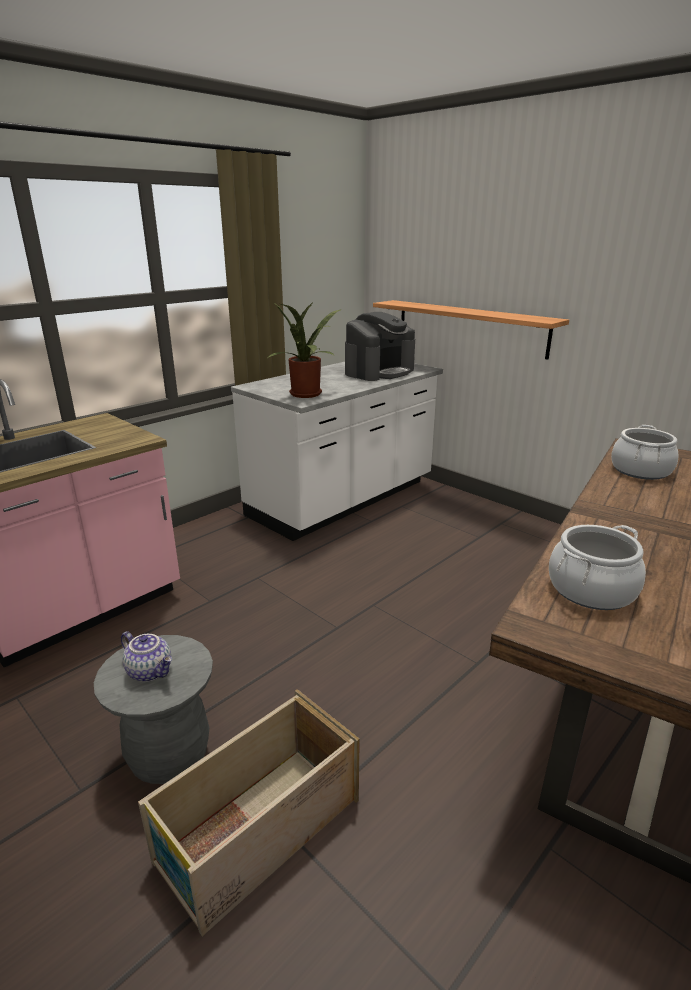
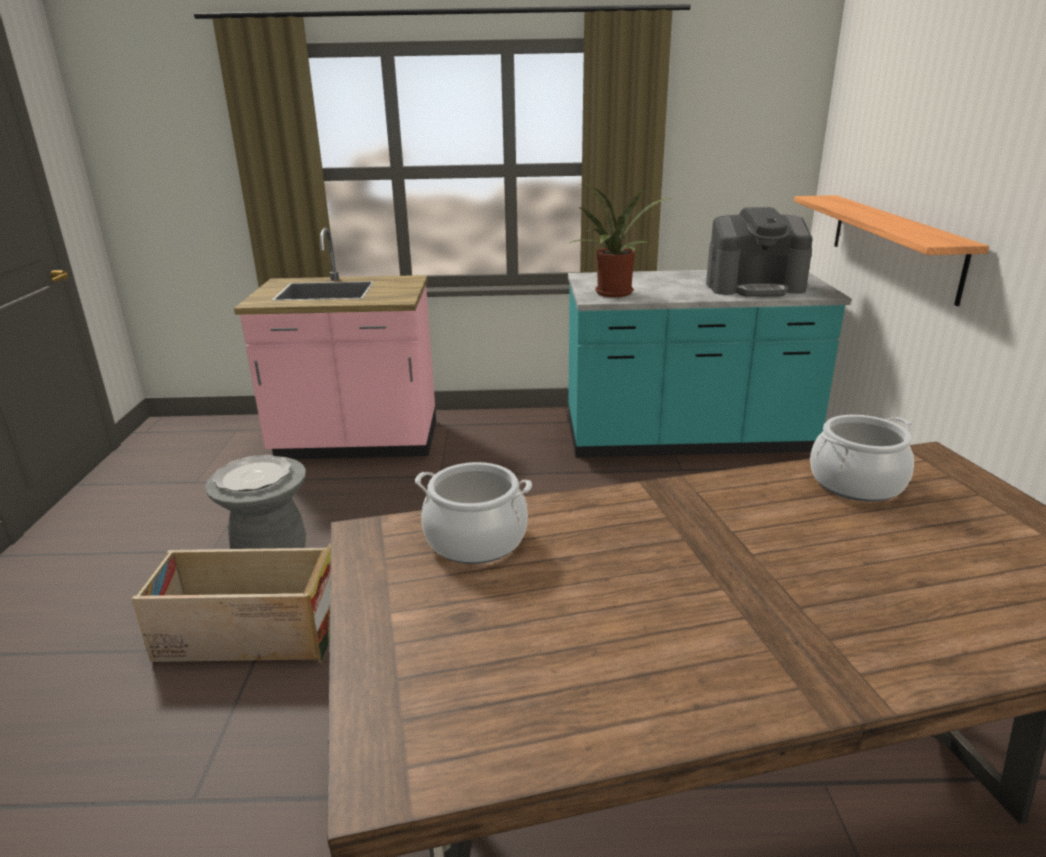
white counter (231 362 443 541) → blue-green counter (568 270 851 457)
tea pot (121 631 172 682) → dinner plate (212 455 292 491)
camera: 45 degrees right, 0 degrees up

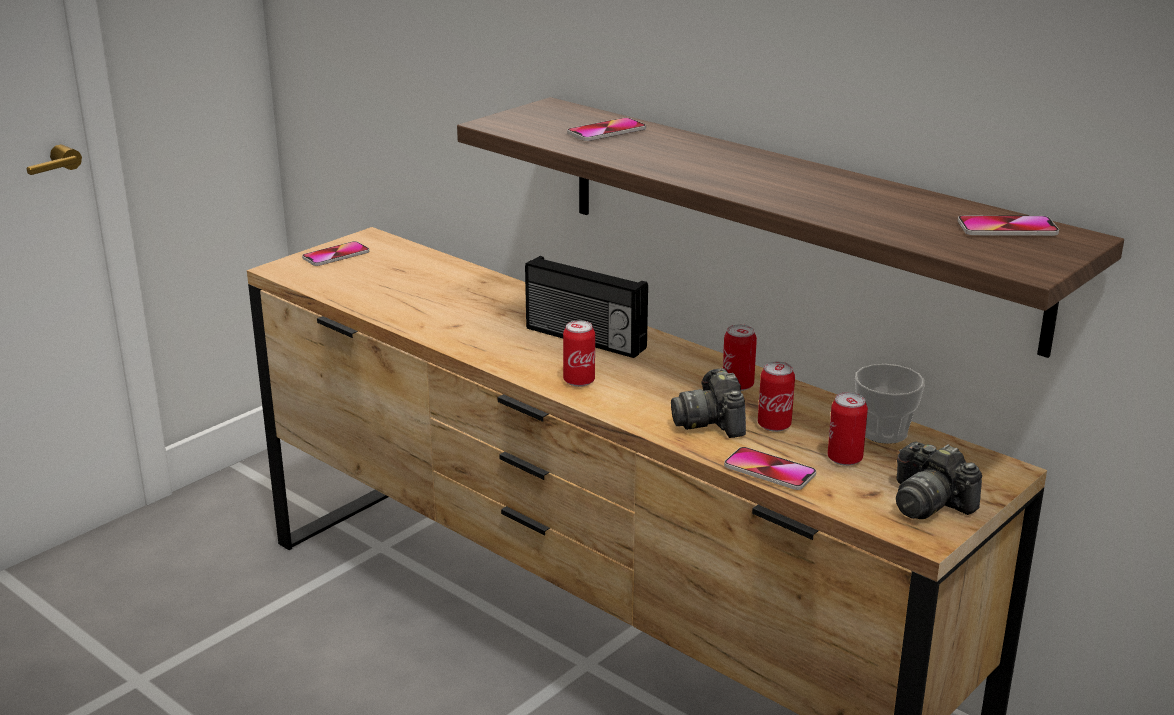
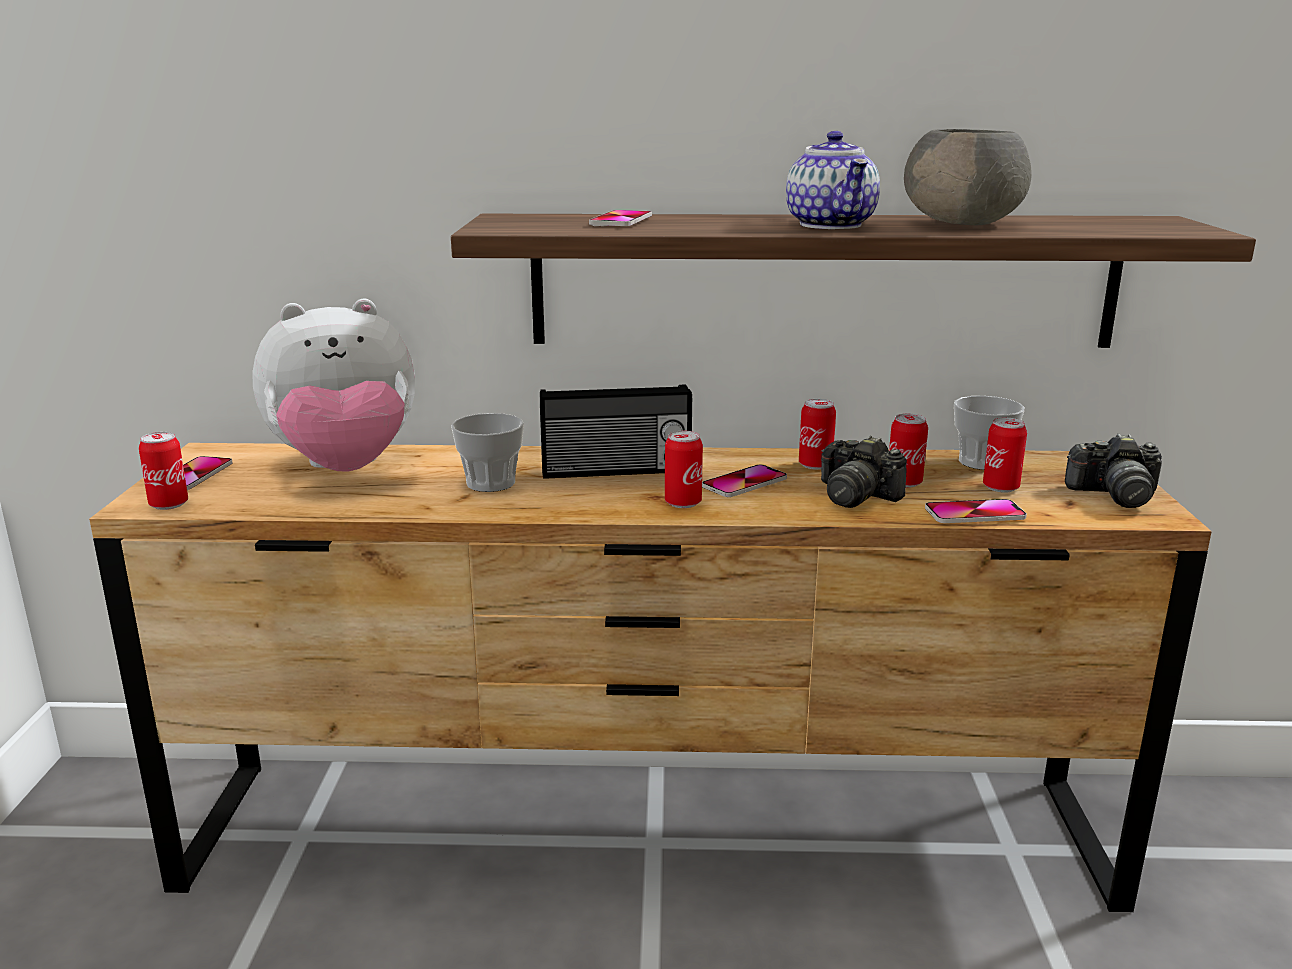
phone (958 215 1059 236) → phone (702 465 787 497), moved
- → greyish deep dish (904 129 1032 225)
- → tea pot (786 131 880 229)
- → soft toy (252 299 415 472)
- → drinking cup (451 413 524 492)
- → sealed can (139 432 188 510)
camera: 40 degrees left, 5 degrees down

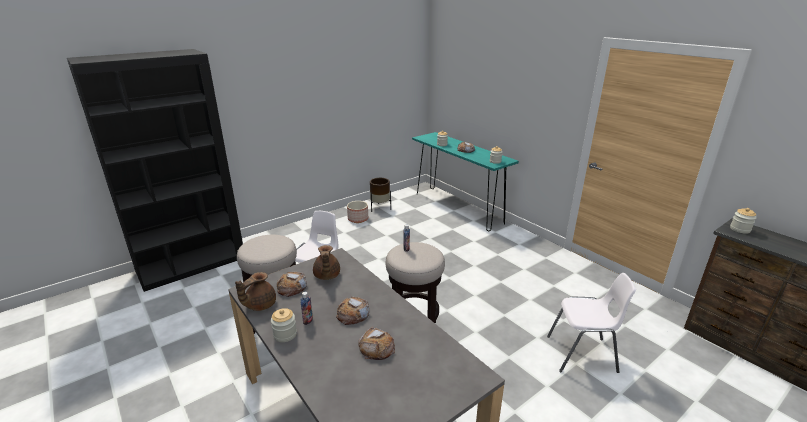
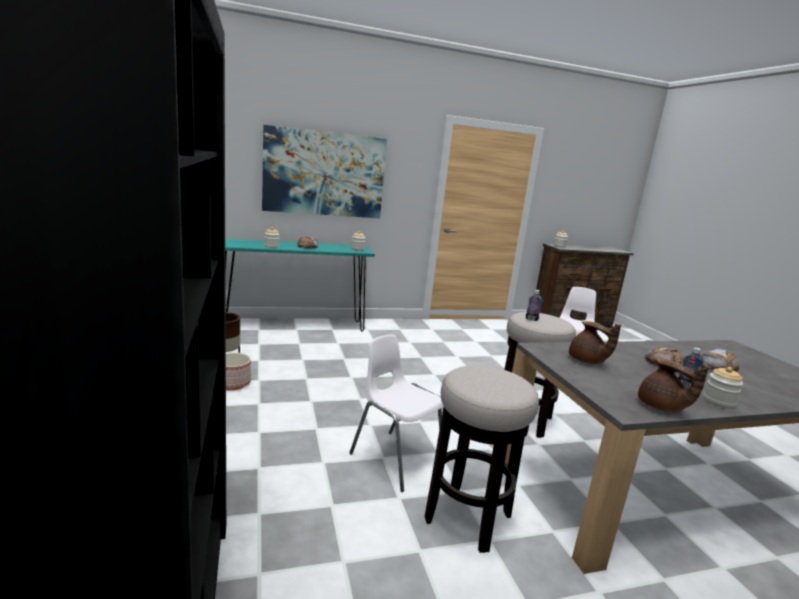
brown tea pot (313 245 340 280) → brown tea pot (569 321 621 364), 45 degrees clockwise
baked bread (277 272 307 297) → -
- → wall picture (262 125 387 219)
camera: 70 degrees left, 10 degrees down

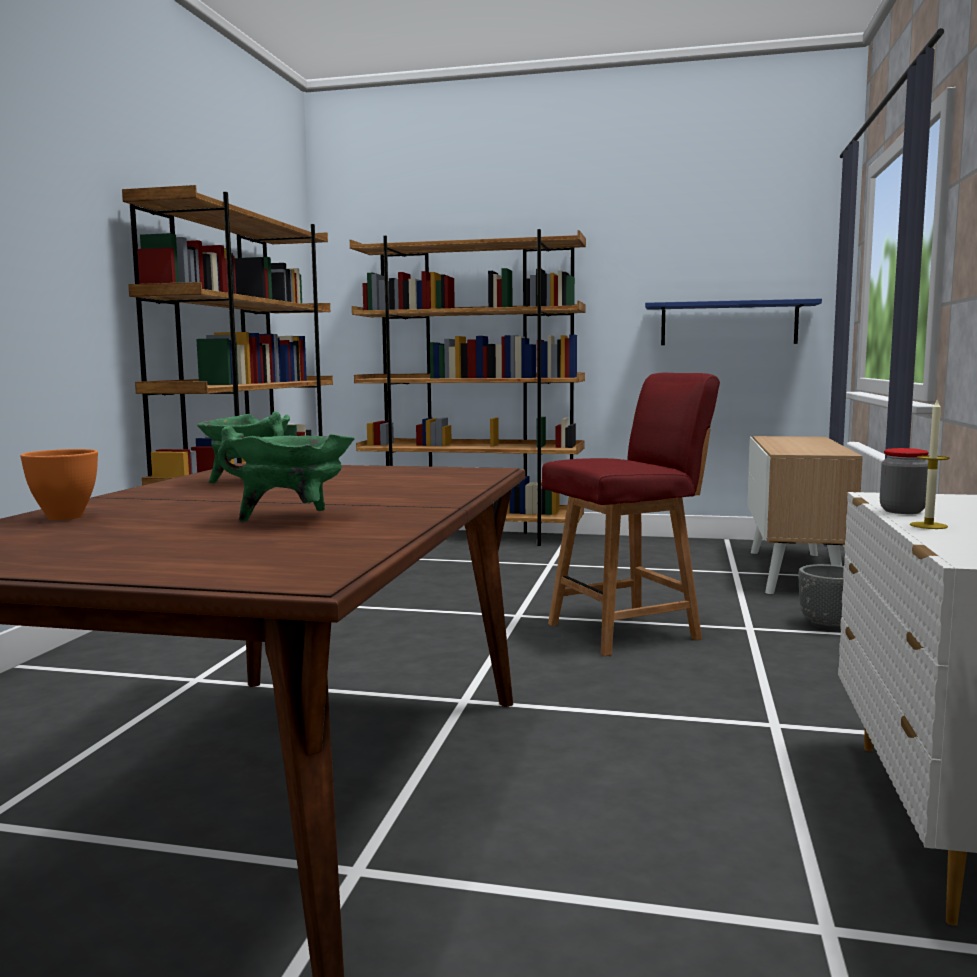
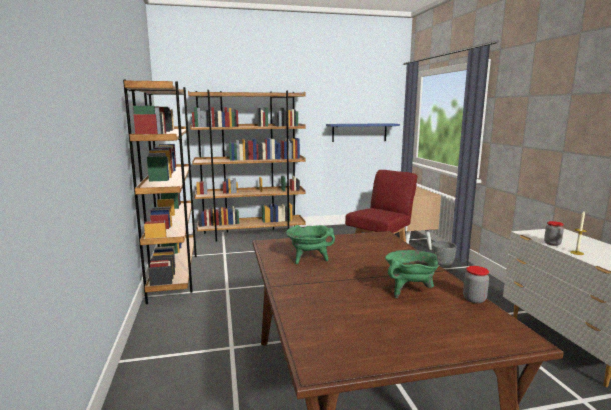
orange deep dish (20 449 98 520) → -
- → storage jar (463 266 489 303)
camera: 25 degrees left, 5 degrees up

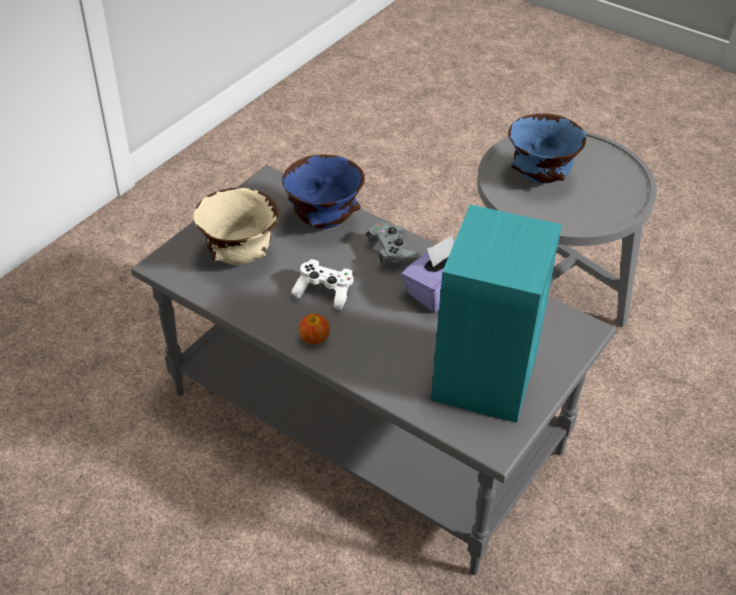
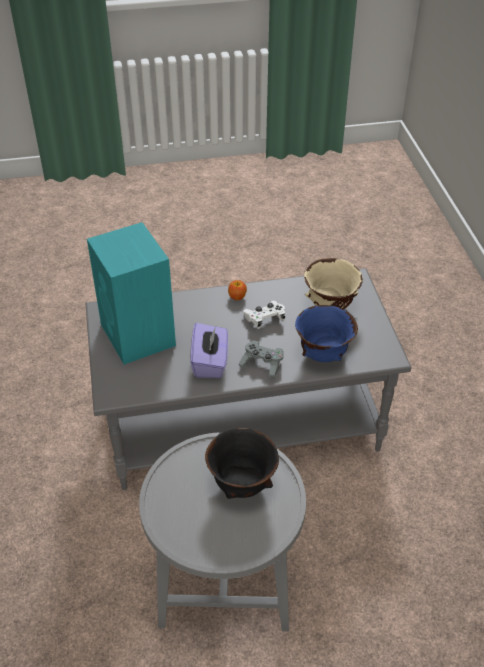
blue deep dish (508 114 586 184) → blackish deep dish (205 428 279 499)
camera: 135 degrees right, 0 degrees up

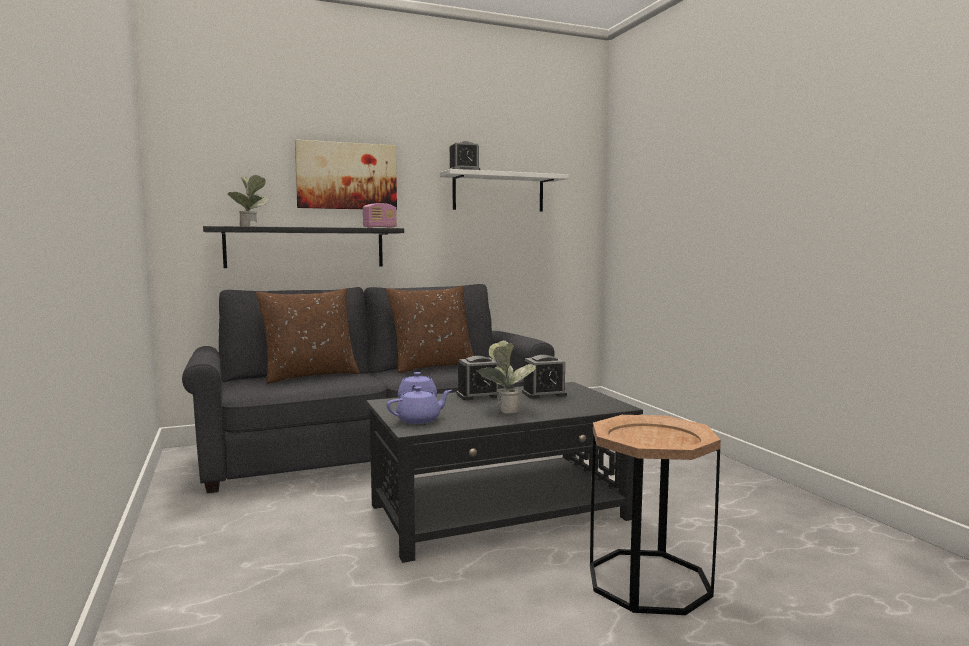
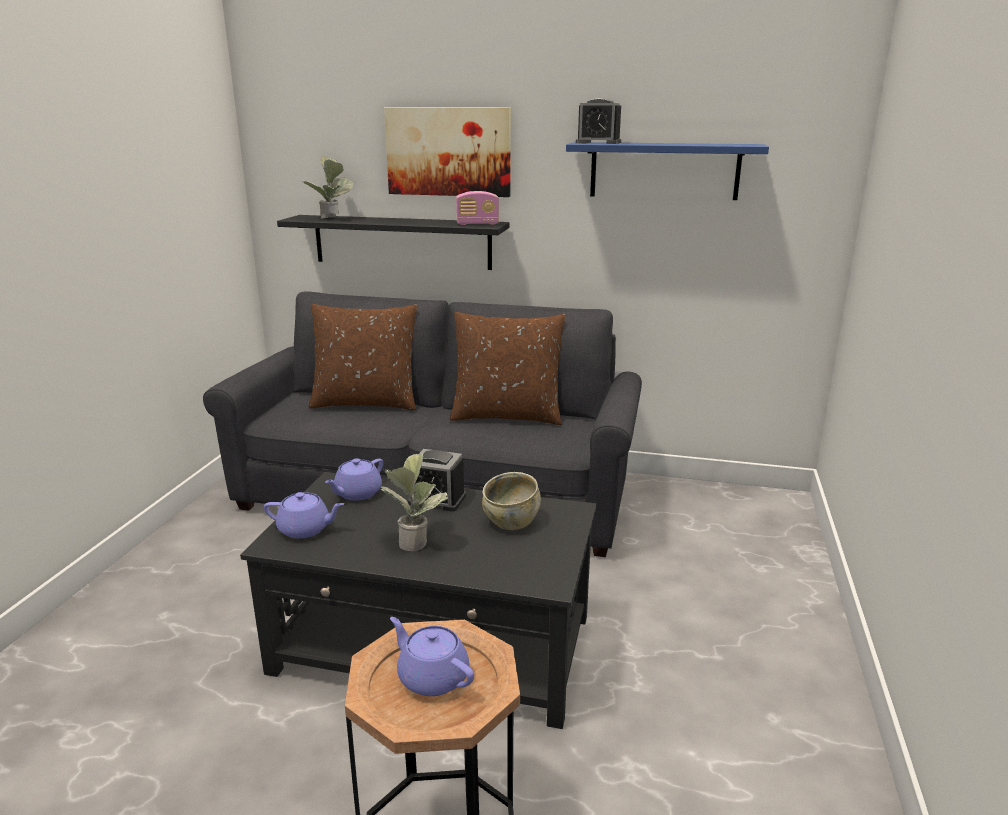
white wall shelf (440 169 569 212) → blue wall shelf (566 142 769 200)
bedside clock (522 355 567 399) → beige deep dish (482 472 541 530)
- → purple tea pot (390 617 474 696)
camera: 35 degrees right, 15 degrees up

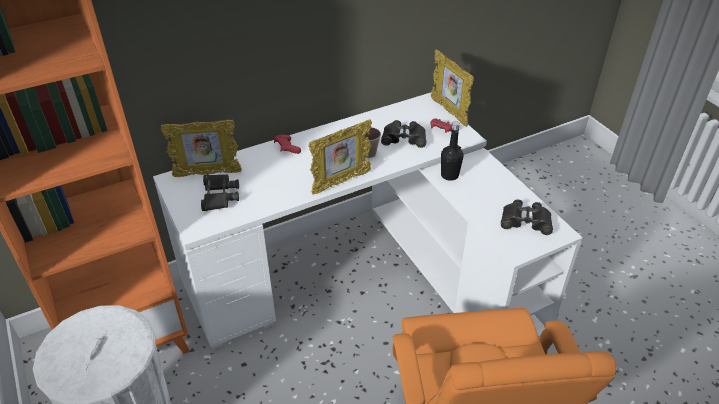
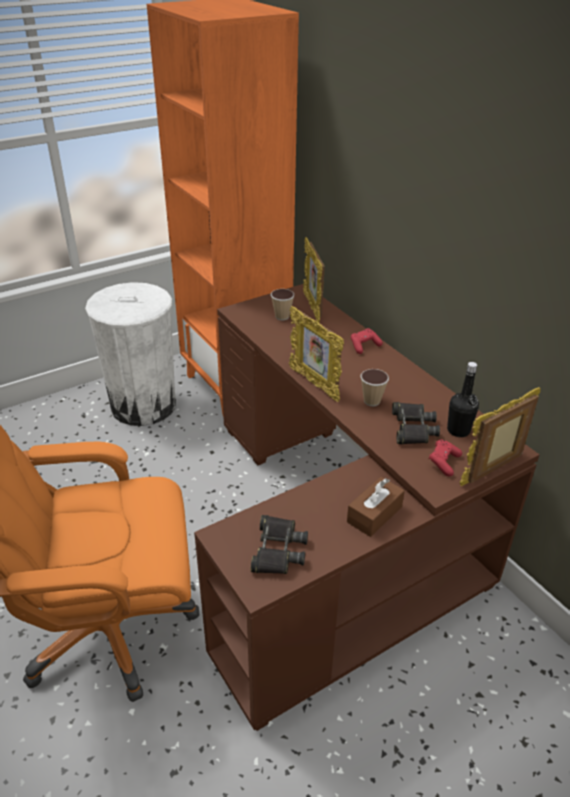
white desk (153 93 583 350) → brown desk (194 284 540 731)
blackish bottle (441 121 464 181) → blackish bottle (447 362 479 437), moved
blackish field glasses (201 174 239 211) → drinking cup (271 289 294 320)
- → brown box of tissues (347 477 405 537)
camera: 85 degrees right, 5 degrees down

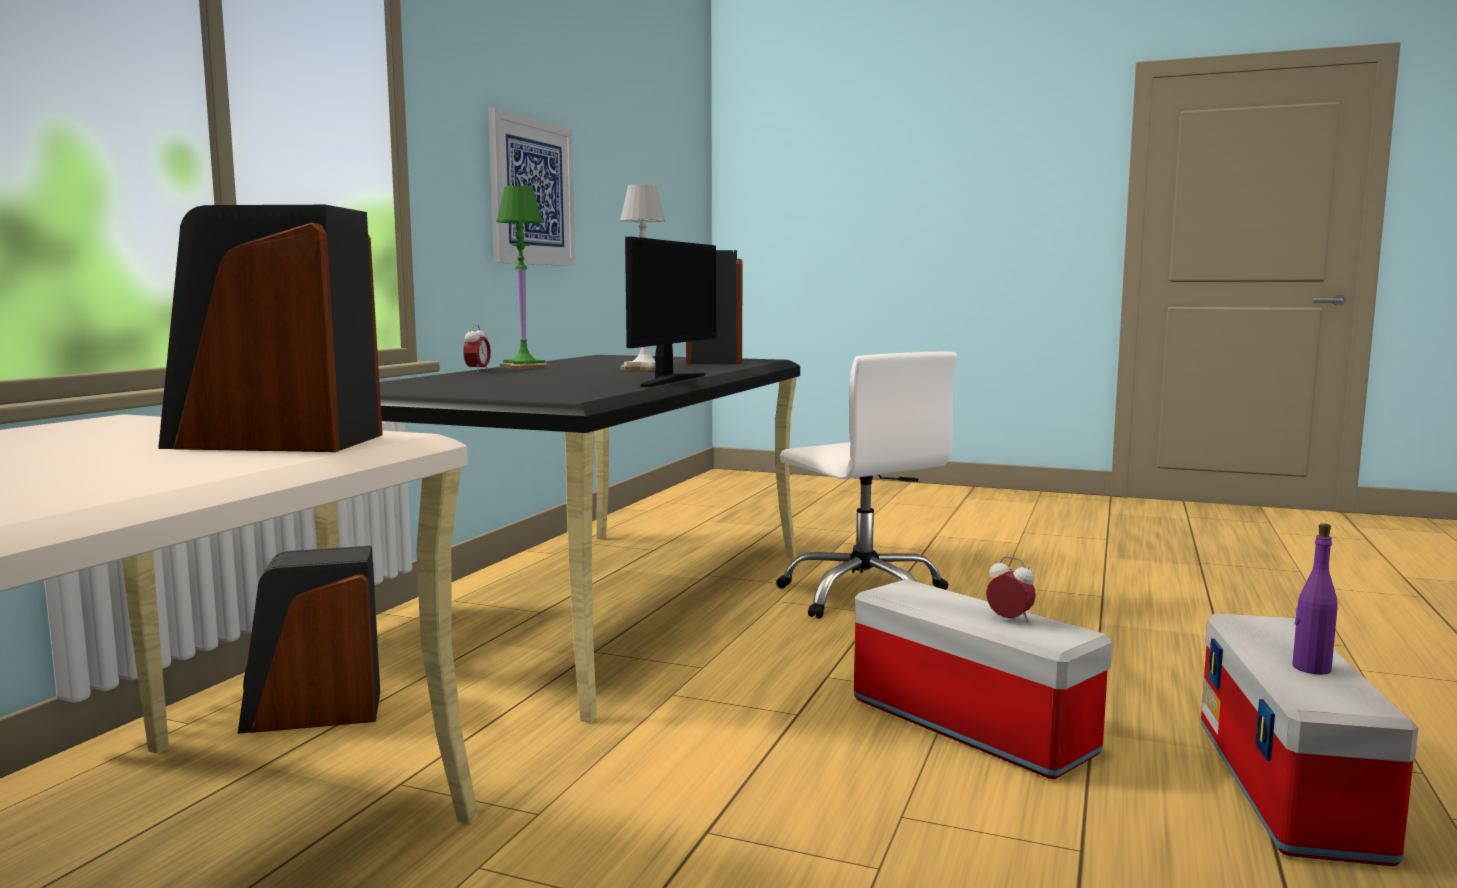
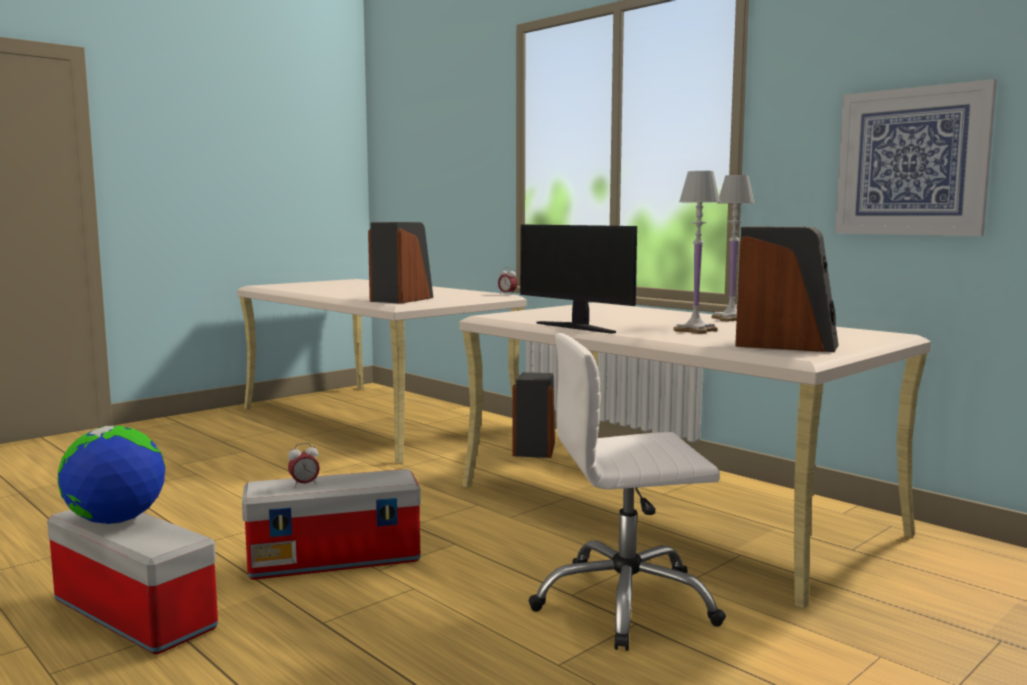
green-coloured tabletop lamp (496 186 549 370) → white tabletop lamp (711 175 755 322)
bedside clock (463 325 491 372) → bedside clock (498 267 517 293), moved
blackish desk (313 355 800 723) → beige desk (459 302 931 609)
purple bottle (1292 523 1338 675) → desk globe (57 426 165 524)
camera: 115 degrees right, 0 degrees up

